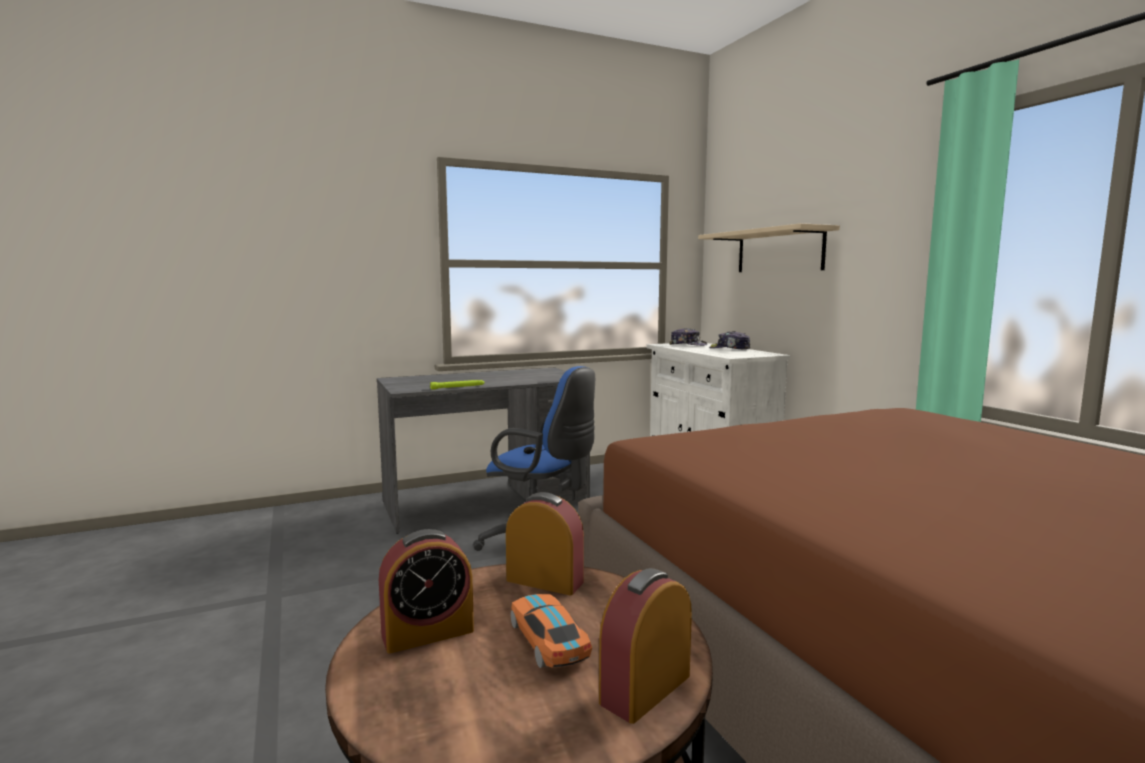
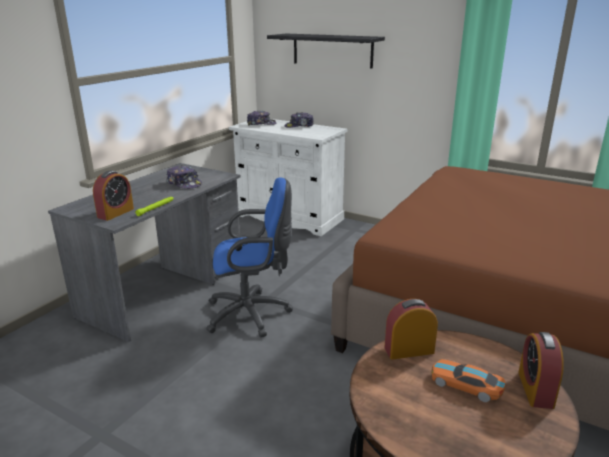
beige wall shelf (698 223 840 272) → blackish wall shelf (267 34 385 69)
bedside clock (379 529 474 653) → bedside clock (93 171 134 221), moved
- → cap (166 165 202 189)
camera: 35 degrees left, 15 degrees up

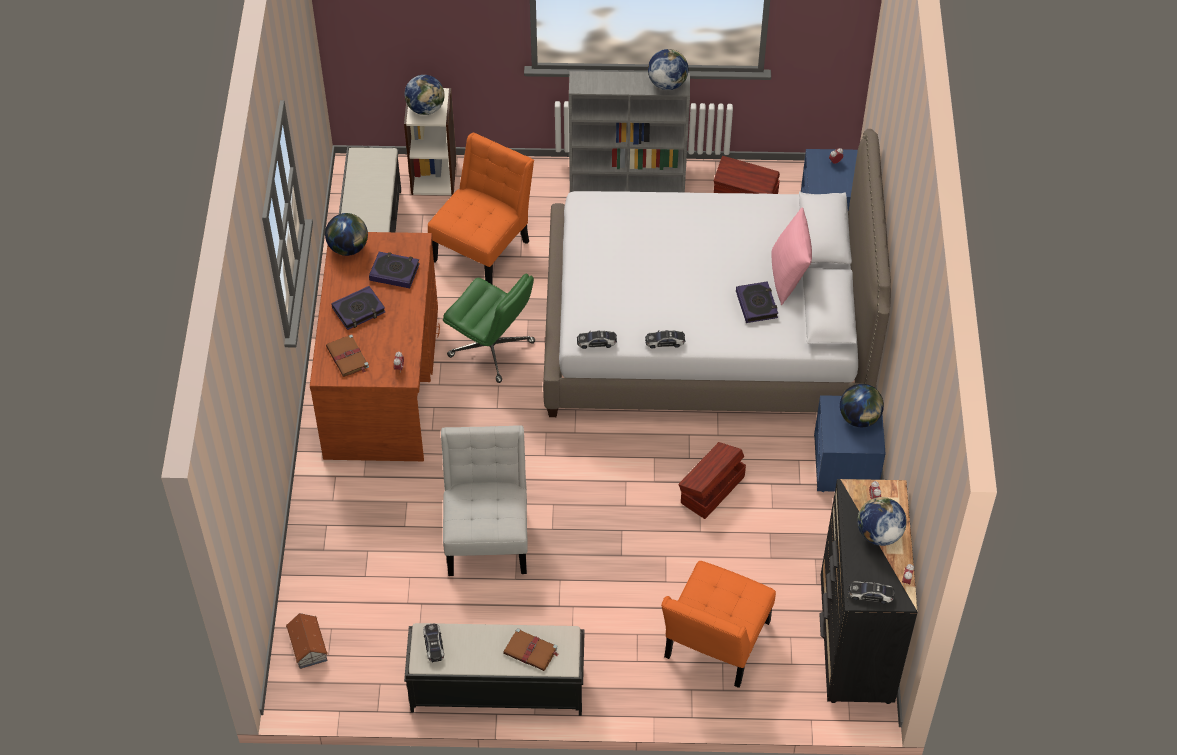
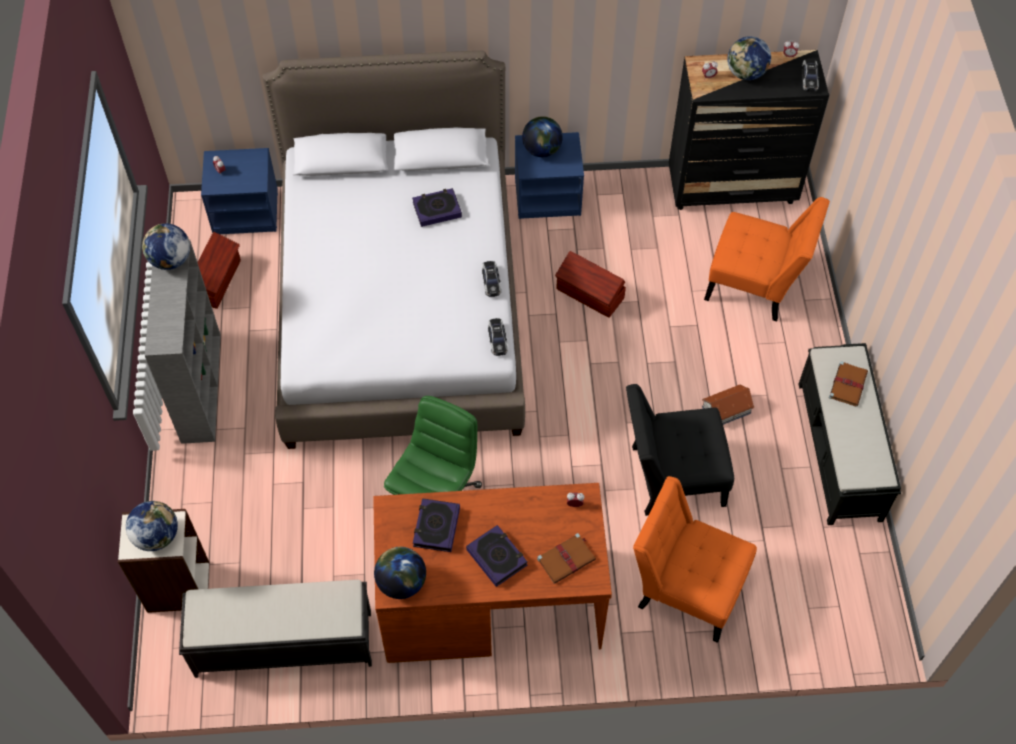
orange chair (428 132 534 284) → orange chair (633 476 757 643), moved
pink cushion (771 208 812 305) → -
white chair (441 425 528 576) → blackish chair (626 384 734 516)
toy house (286 613 328 669) → toy house (702 384 754 425), moved
miniature car (423 623 444 662) → -
camera: 95 degrees left, 5 degrees up

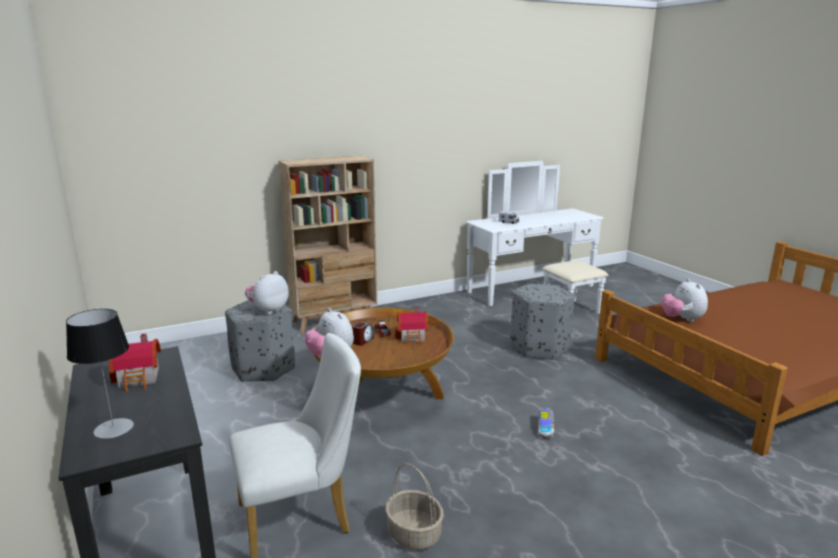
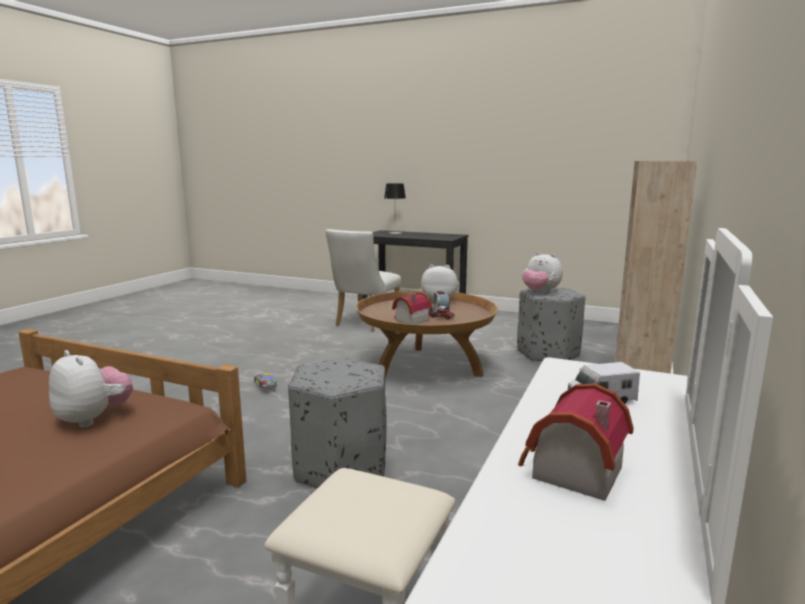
soft toy (245 271 289 314) → soft toy (522 252 563 293), 135 degrees clockwise
toy house (109 333 161 392) → toy house (518 383 633 501), moved
household basket (385 463 444 550) → -
camera: 140 degrees right, 5 degrees down

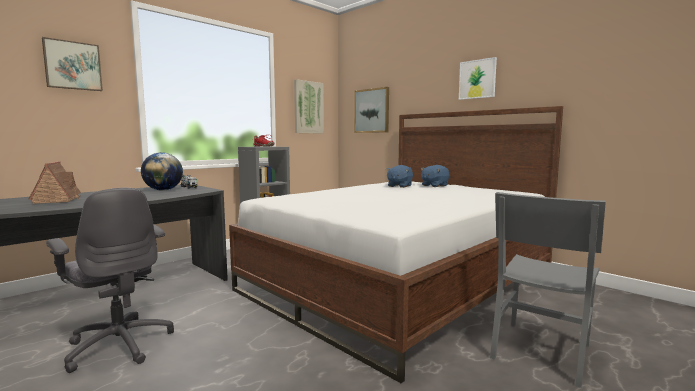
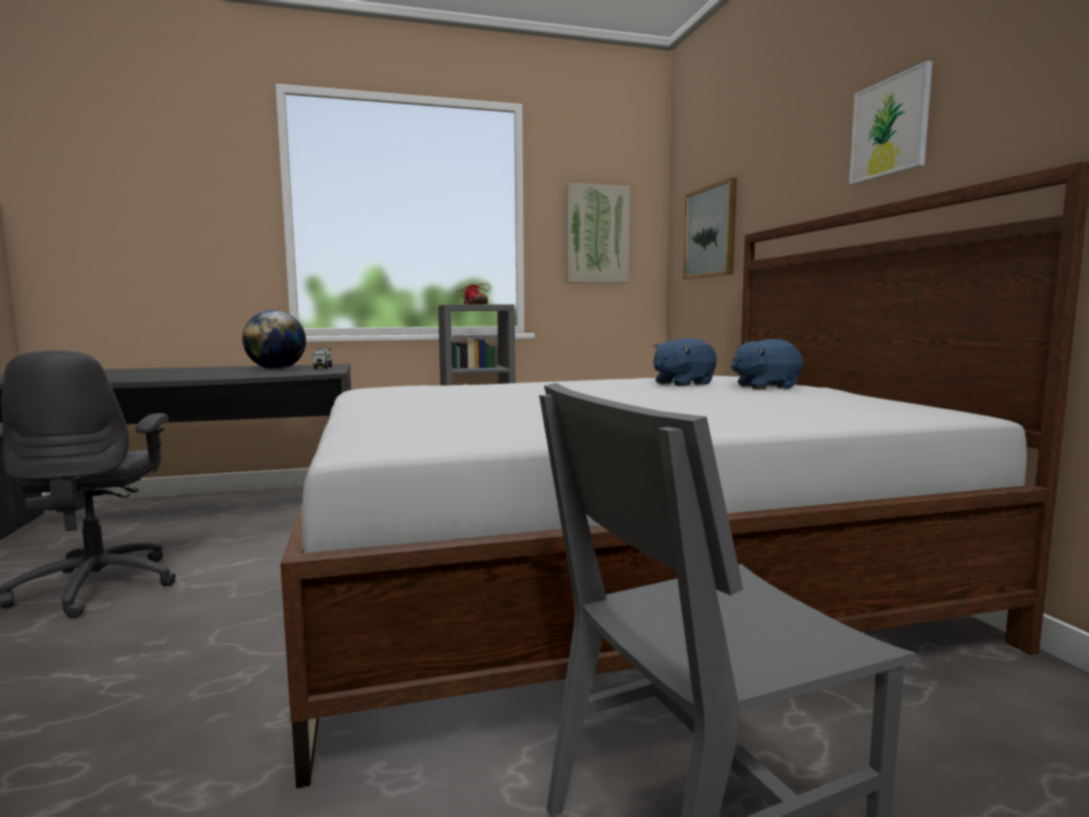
wall picture (42 37 103 91) → -
toy house (28 162 81 204) → -
camera: 30 degrees right, 0 degrees up

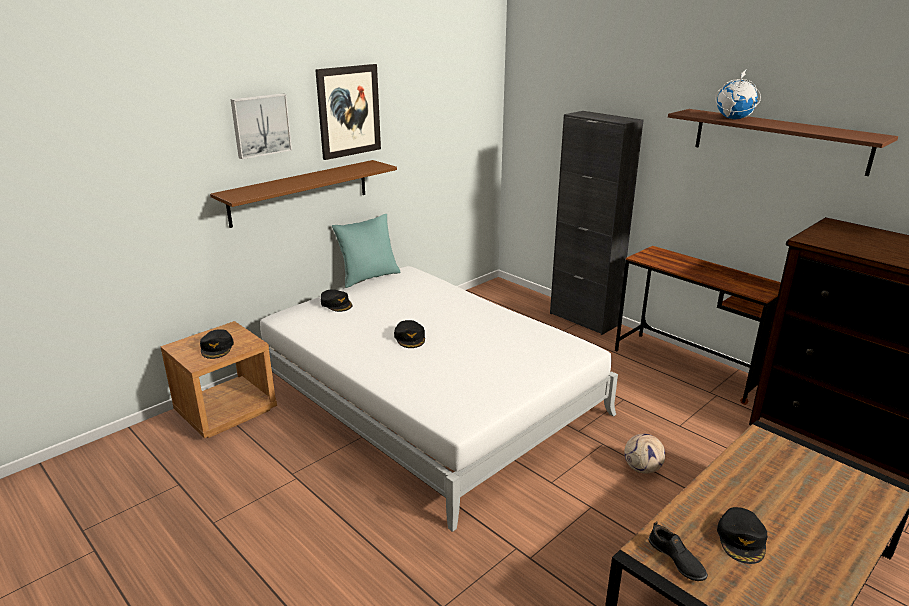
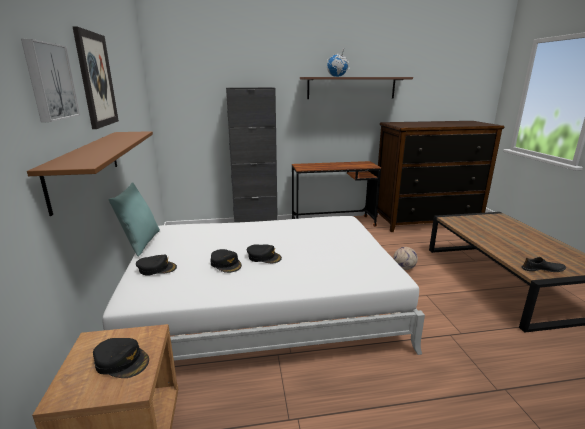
blackish cap (717 507 767 564) → blackish cap (211 249 242 273), moved
camera: 55 degrees left, 5 degrees down

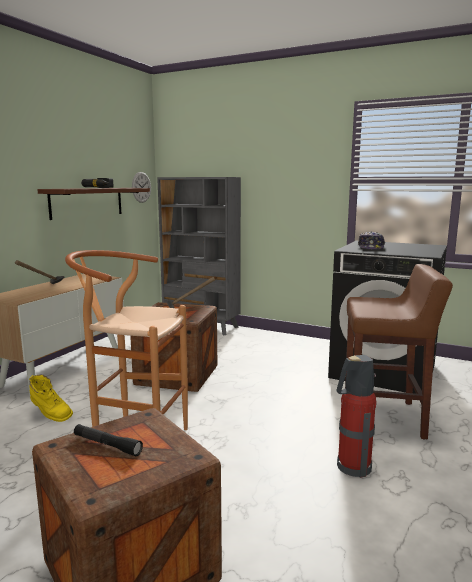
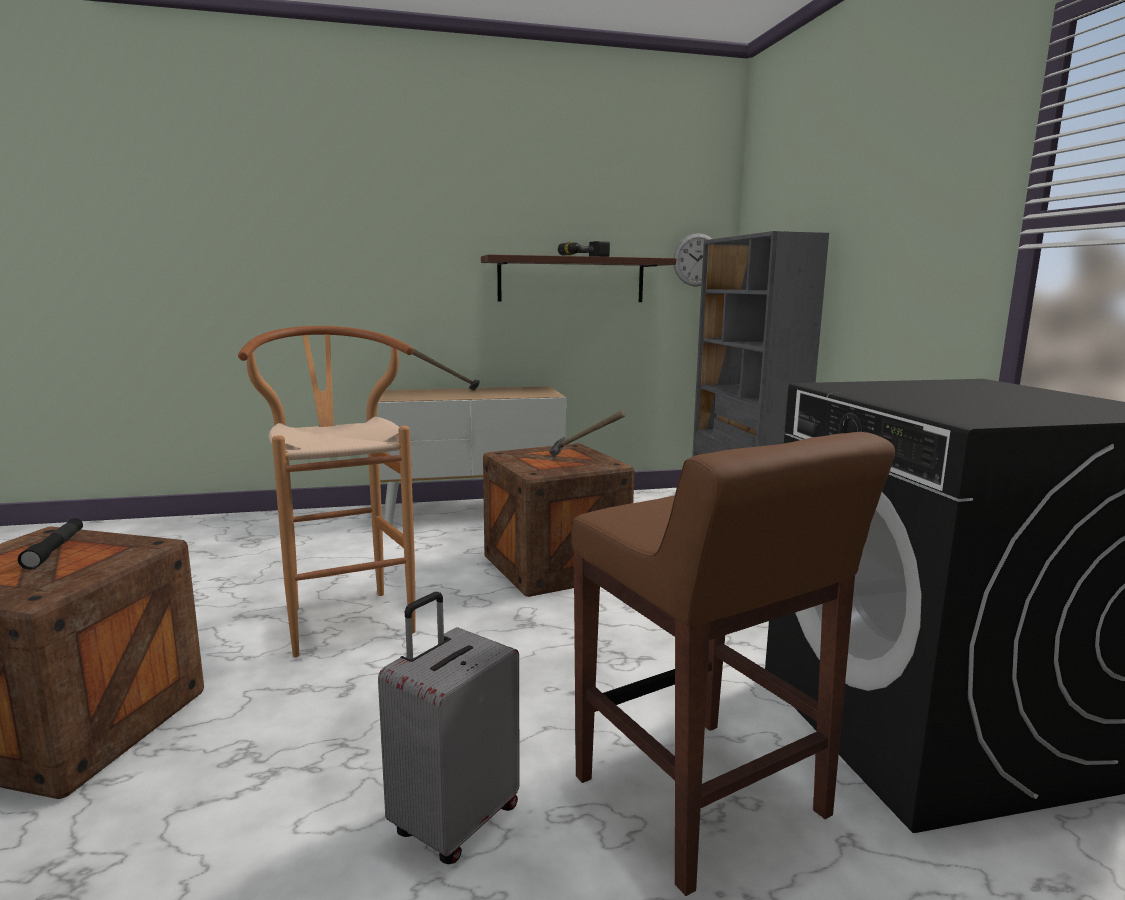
cap (358 231 385 250) → -
fire-fighting cylinder (337 355 377 478) → greyish travel case (378 592 520 864)
yellowish boot (29 375 73 422) → -
camera: 50 degrees right, 0 degrees up

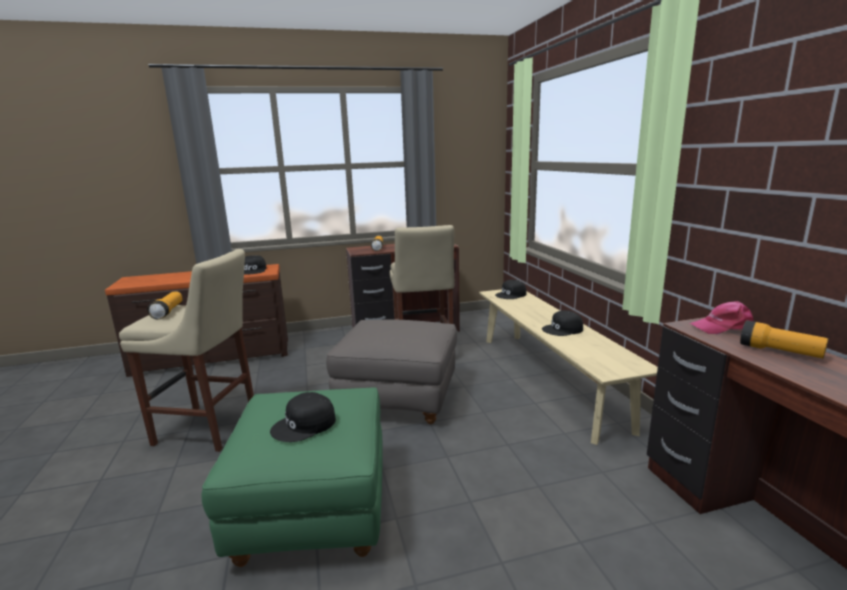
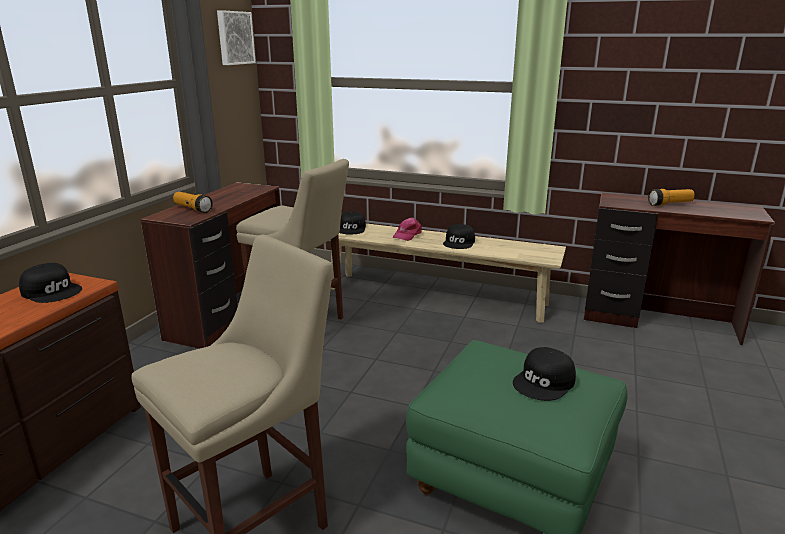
torch (147 291 183 320) → -
pink cap (689 301 754 334) → pink cap (393 217 422 241), moved
greyish pouffe (326 319 457 424) → -
blackish cap (270 392 336 442) → blackish cap (513 347 576 401), 45 degrees clockwise
- → wall picture (217 10 256 65)
camera: 55 degrees left, 5 degrees up

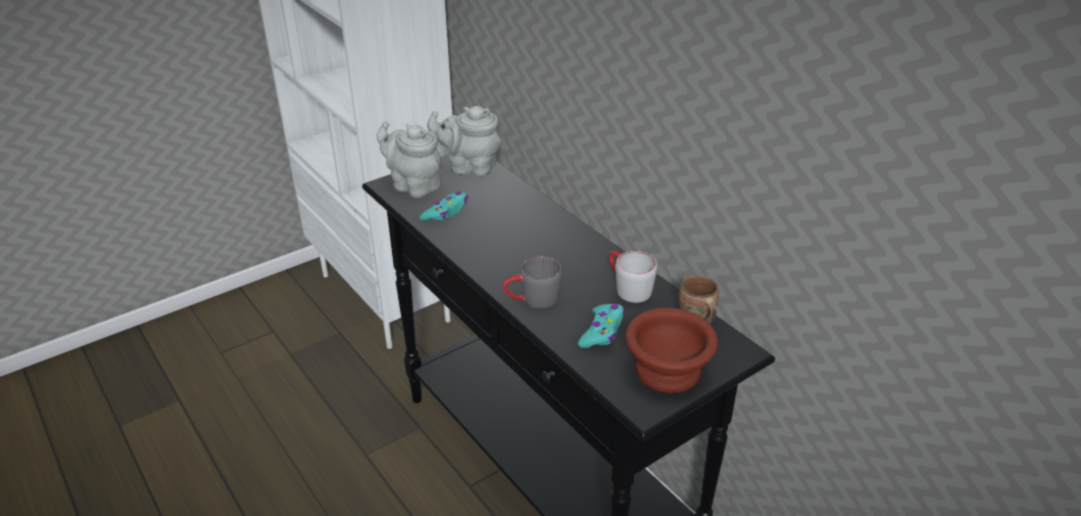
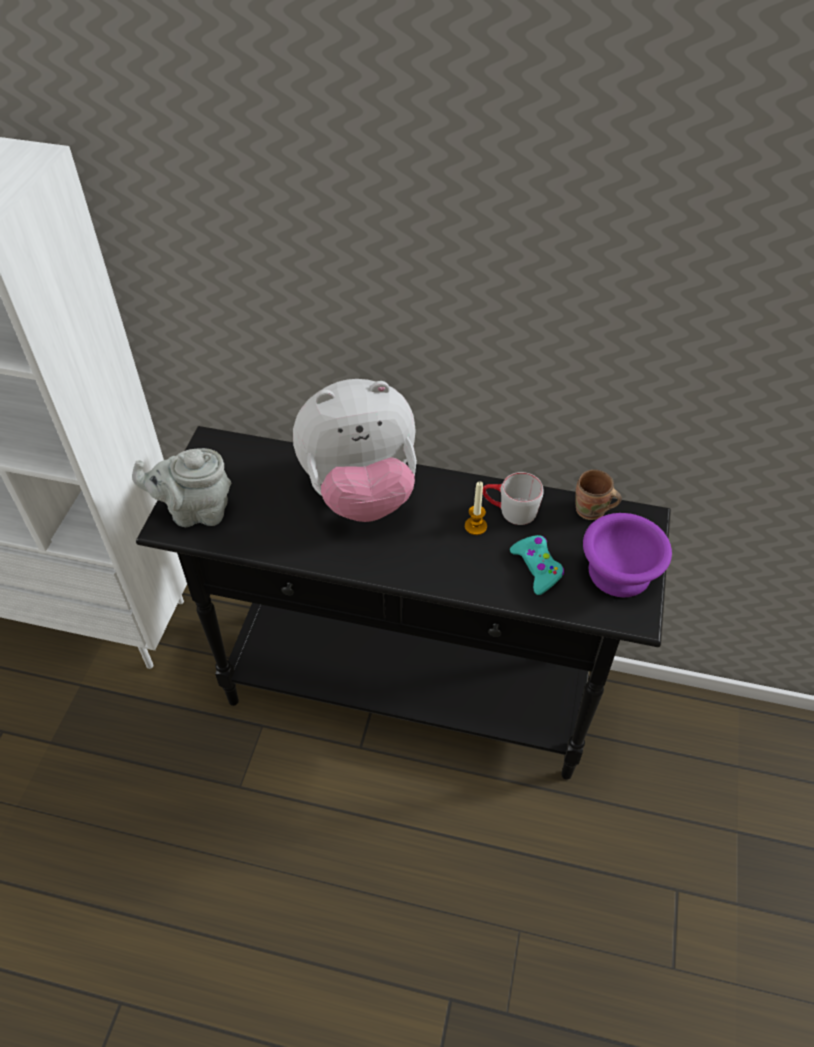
greyish tea pot (427 106 501 177) → -
blue-green gamepad (419 191 468 221) → -
greyish coffee mug (503 256 562 308) → -
brown deep dish (625 308 718 393) → purple deep dish (583 513 672 597)
- → soft toy (293 379 417 522)
- → wax candle (465 482 487 535)
camera: 40 degrees left, 15 degrees up

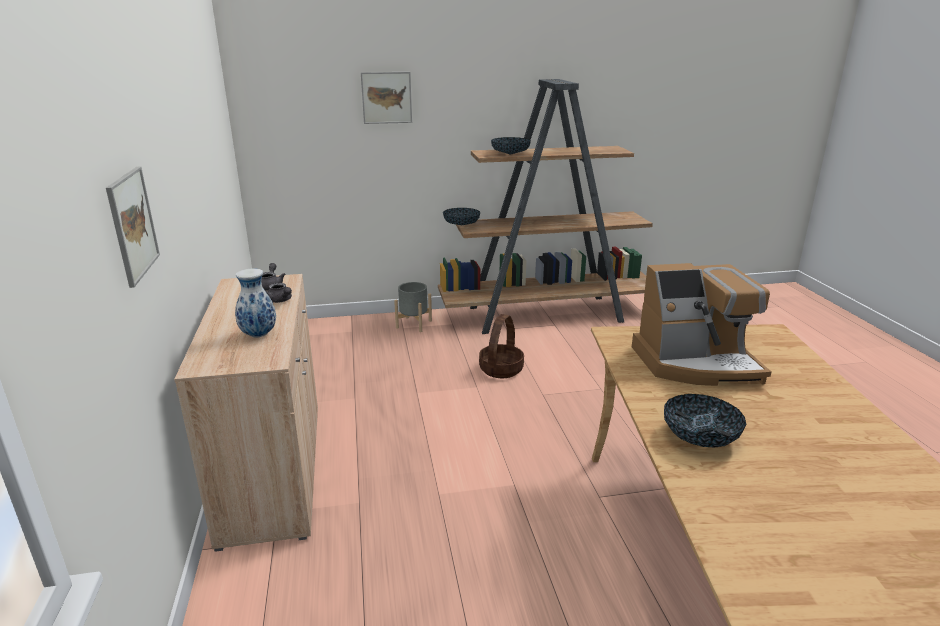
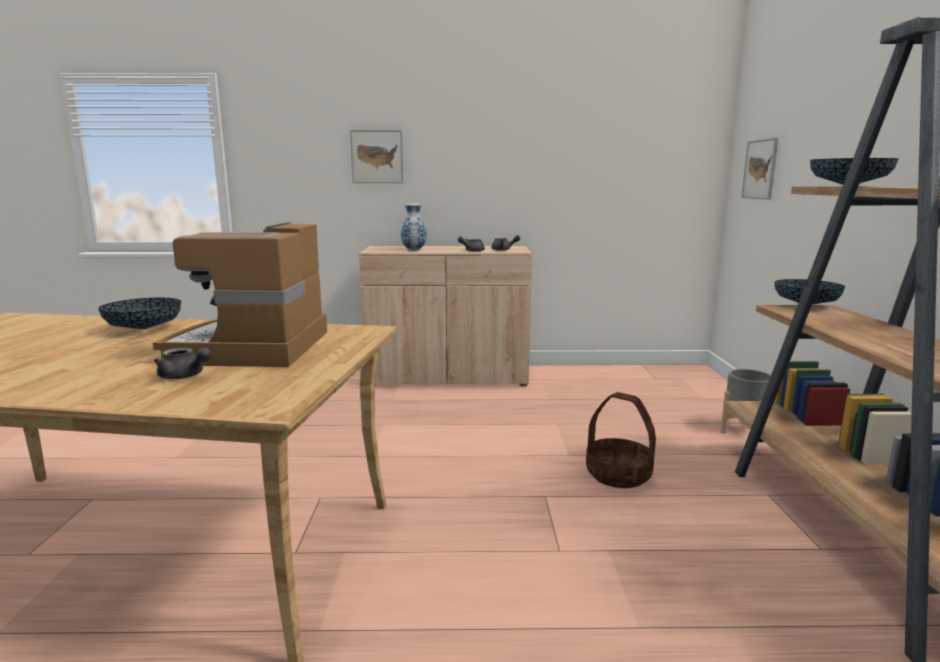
wall picture (361 72 412 124) → wall picture (741 138 779 199), moved
- → greyish tea pot (154 347 211 379)
camera: 100 degrees right, 10 degrees down

